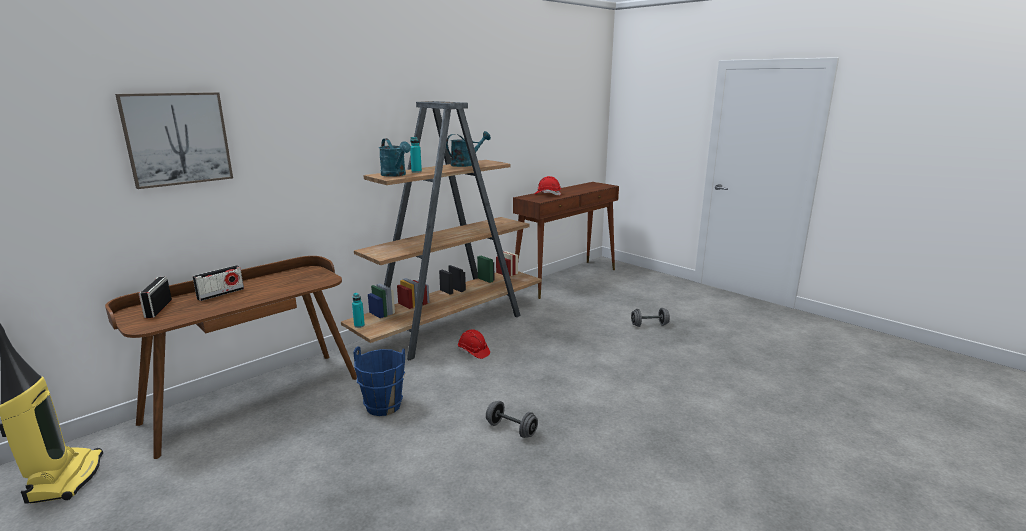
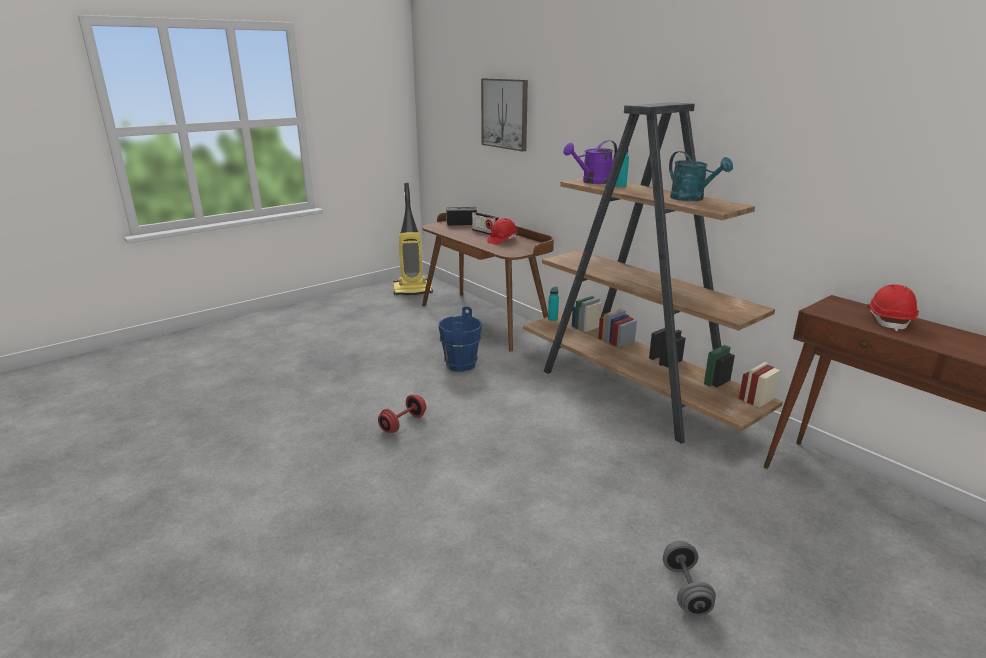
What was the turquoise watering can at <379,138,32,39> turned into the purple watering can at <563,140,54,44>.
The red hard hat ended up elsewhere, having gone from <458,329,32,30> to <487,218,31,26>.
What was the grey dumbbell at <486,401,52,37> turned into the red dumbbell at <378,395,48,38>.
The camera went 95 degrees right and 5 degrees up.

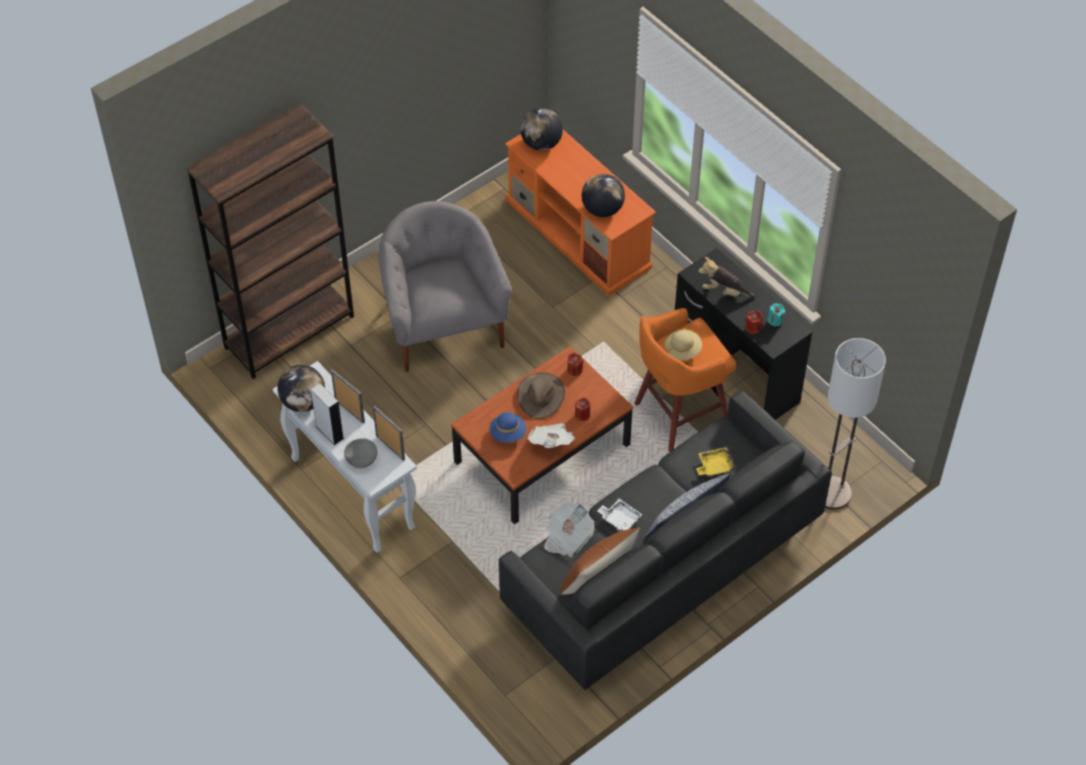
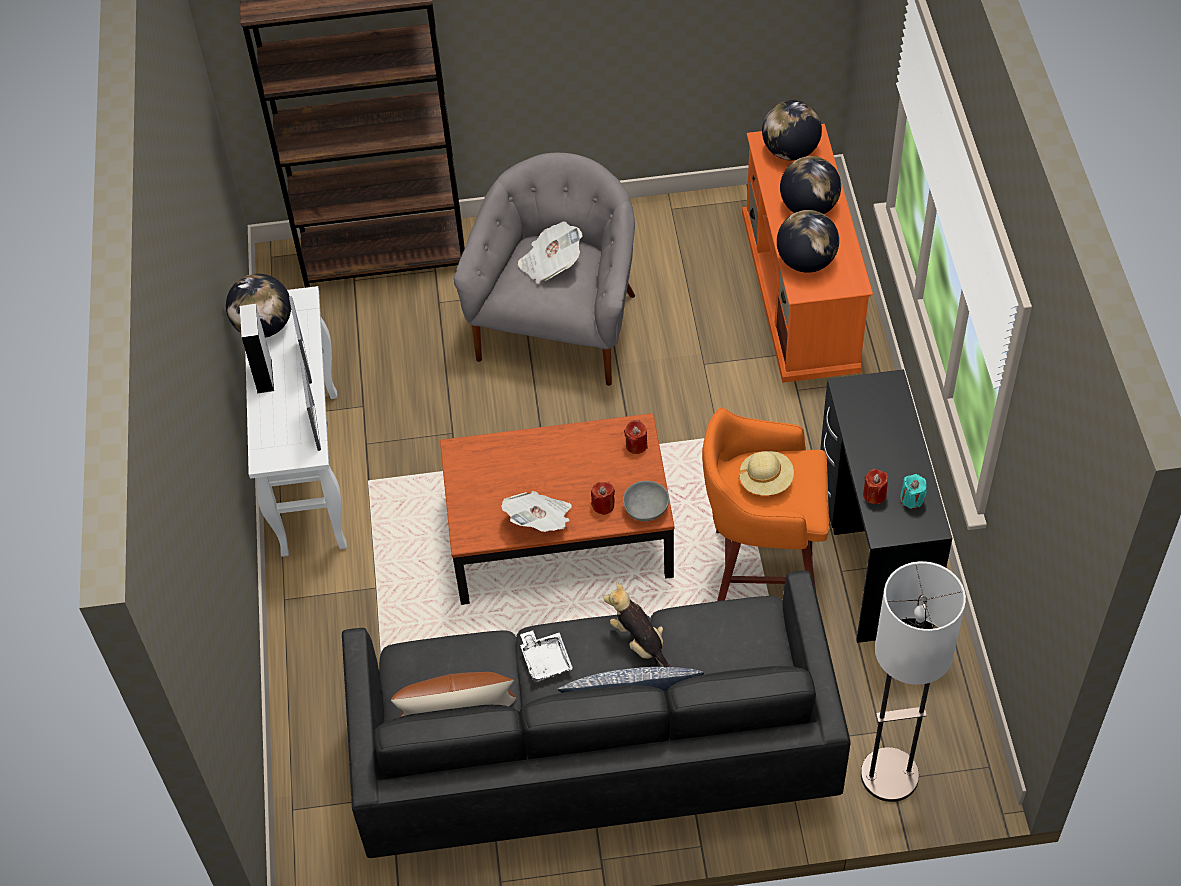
The grey bowl ended up elsewhere, having gone from <344,438,34,31> to <623,481,46,40>.
The second view lost the blue hat at <490,412,36,31>.
The second view lost the brown hat at <517,372,48,47>.
The newspaper ended up elsewhere, having gone from <544,503,51,54> to <518,222,65,62>.
The second view lost the yellow tray at <696,447,39,29>.
The plush toy ended up elsewhere, having gone from <698,257,58,41> to <604,582,69,85>.
The second view gained the globe at <780,156,61,58>.
The camera went 35 degrees right and 0 degrees up.

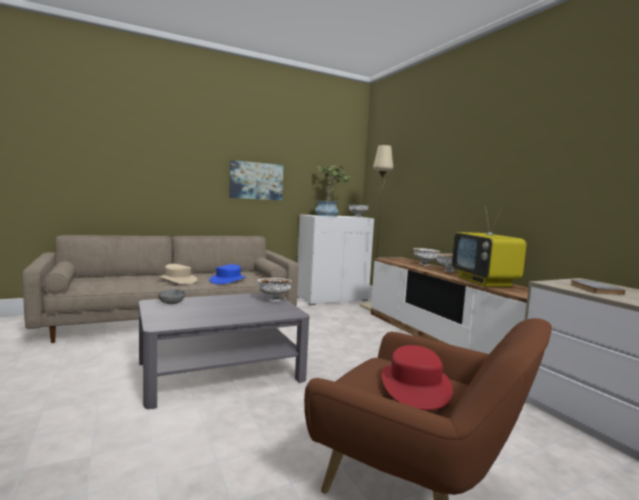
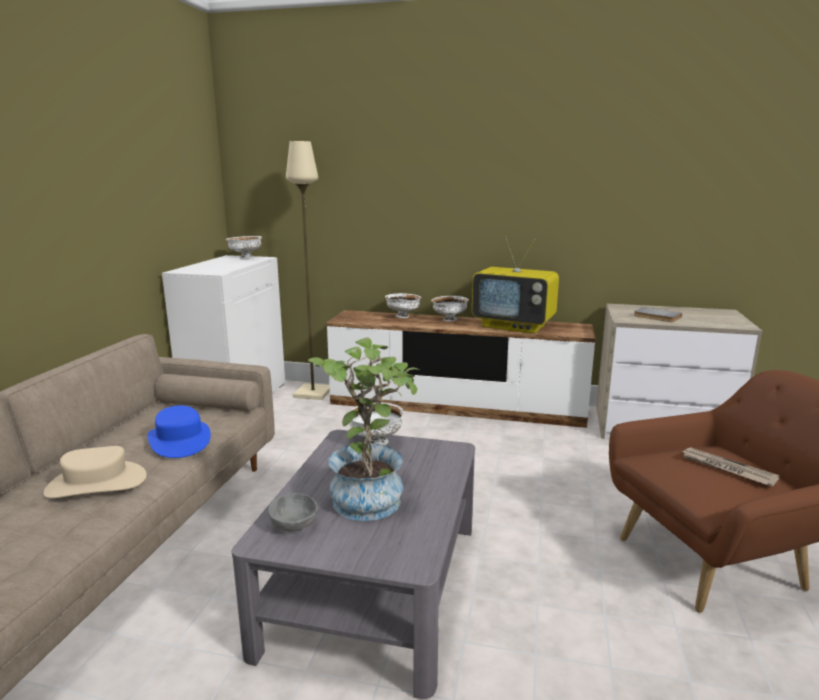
The second view lost the picture at <229,160,55,40>.
The potted plant ended up elsewhere, having gone from <315,165,38,52> to <308,338,113,183>.
Where the red hat stood at <381,345,72,65>, the newspaper came to stand at <681,447,99,39>.
The camera went 50 degrees left and 10 degrees up.

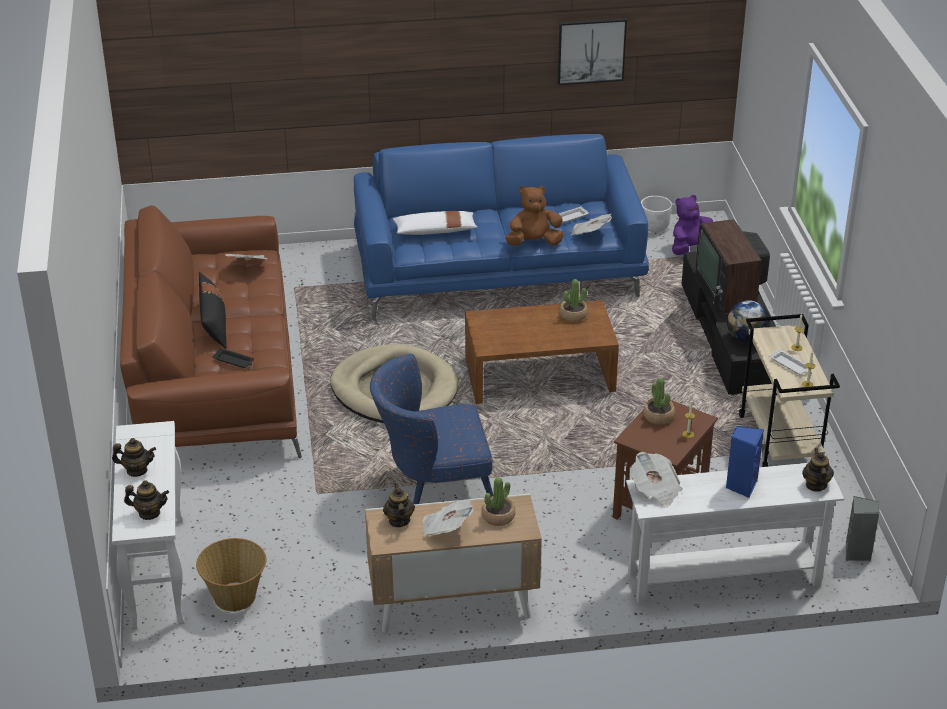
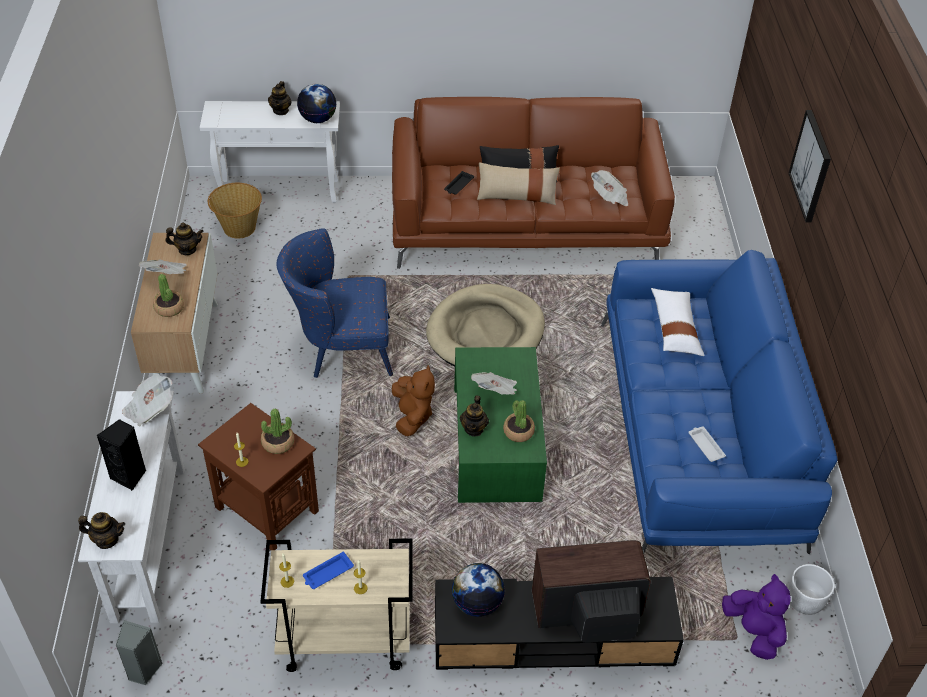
The teapot ended up elsewhere, having gone from <124,480,45,40> to <460,395,29,42>.
The blue armchair at <370,354,124,150> ended up facing another way, 90 degrees counterclockwise from before.
What was the brown coffee table at <465,300,154,104> turned into the green coffee table at <454,347,93,156>.
The brown plush toy ended up elsewhere, having gone from <505,186,59,60> to <392,365,43,71>.
The picture ended up elsewhere, having gone from <558,18,69,67> to <789,110,42,113>.
The newspaper ended up elsewhere, having gone from <571,214,41,21> to <471,372,46,23>.
What was the blue speaker at <726,426,38,72> turned into the black speaker at <97,419,49,72>.
What was the white tray at <770,349,38,26> turned into the blue tray at <303,552,51,37>.
The second view gained the globe at <297,84,39,39>.
The second view gained the beige pillow at <477,162,83,43>.
The camera went 95 degrees right and 10 degrees up.

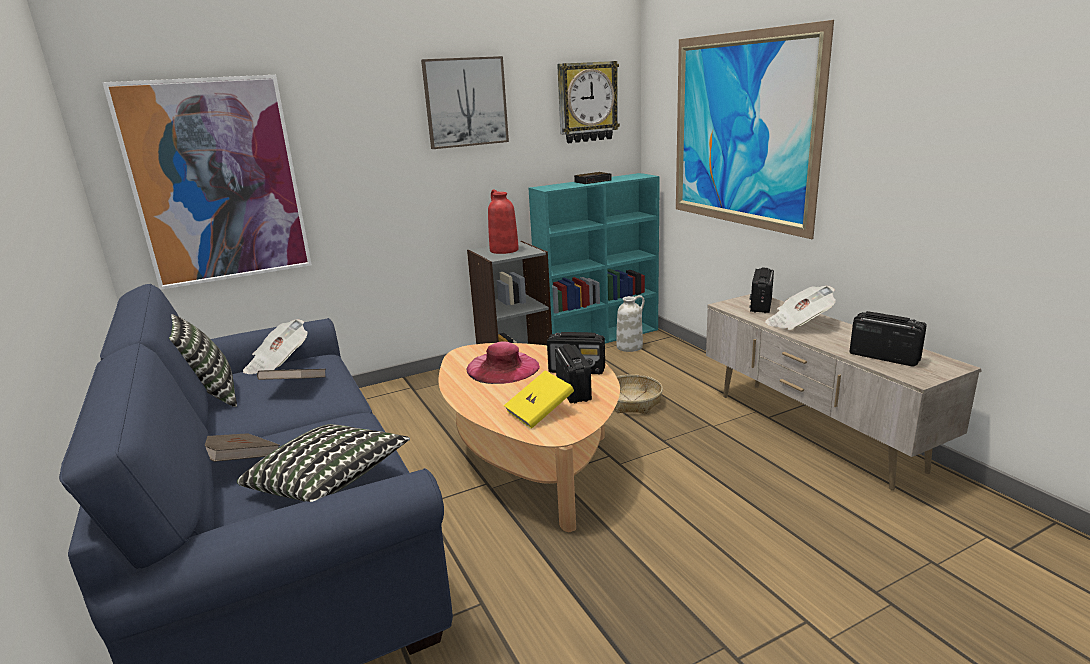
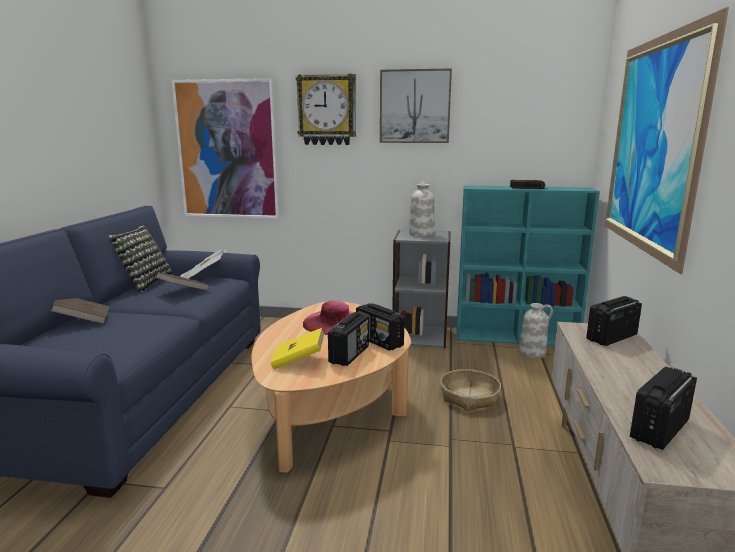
The second view lost the pillow at <237,424,173,78>.
What was the red vase at <488,189,31,65> turned into the white vase at <409,181,26,56>.
The wall clock ended up elsewhere, having gone from <557,61,63,82> to <296,74,60,71>.
The second view lost the newspaper at <765,286,71,44>.
The radio at <850,311,77,56> ended up facing another way, 120 degrees counterclockwise from before.
The camera went 35 degrees right and 5 degrees down.

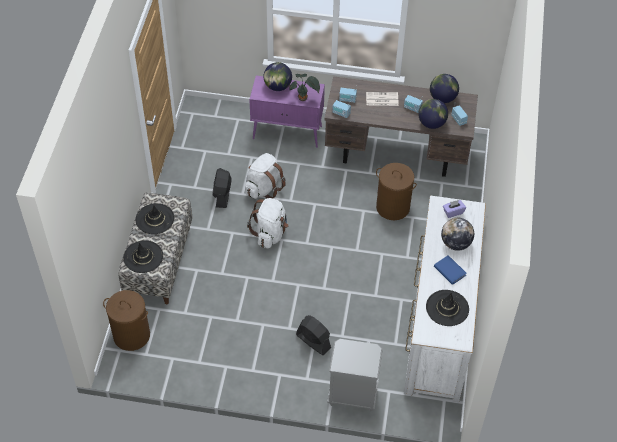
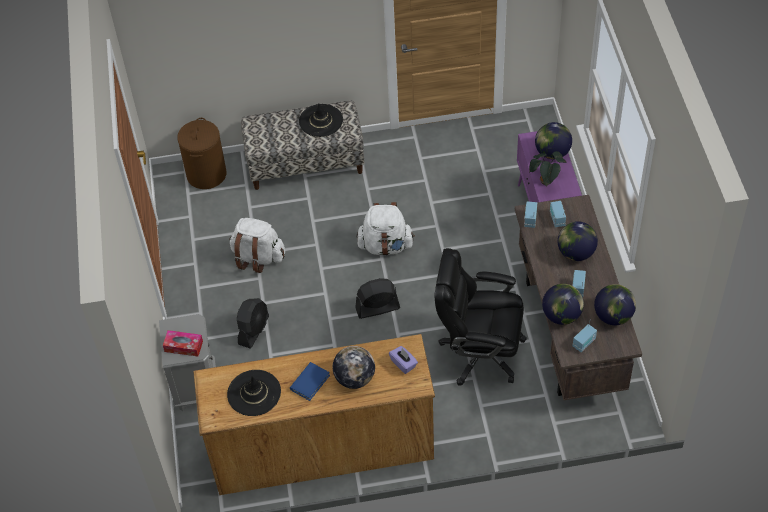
The second view lost the black hat at <123,240,40,33>.
The black fan ended up elsewhere, having gone from <212,168,20,40> to <355,278,45,41>.
The white backpack ended up elsewhere, having gone from <245,153,41,46> to <229,218,56,55>.
Where the newspaper stood at <366,92,33,14>, the globe came to stand at <558,221,40,40>.
Where the brown laundry basket stood at <376,163,41,57>, the black office chair came to stand at <434,248,93,138>.
What was the white dresser at <404,196,82,206> turned into the brown dresser at <193,334,242,161>.
The second view gained the tissue box at <163,330,40,26>.
The camera went 75 degrees right and 0 degrees up.

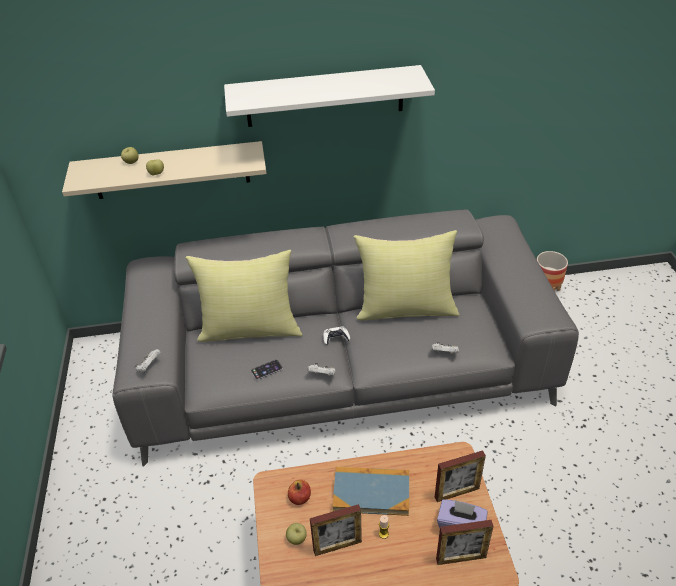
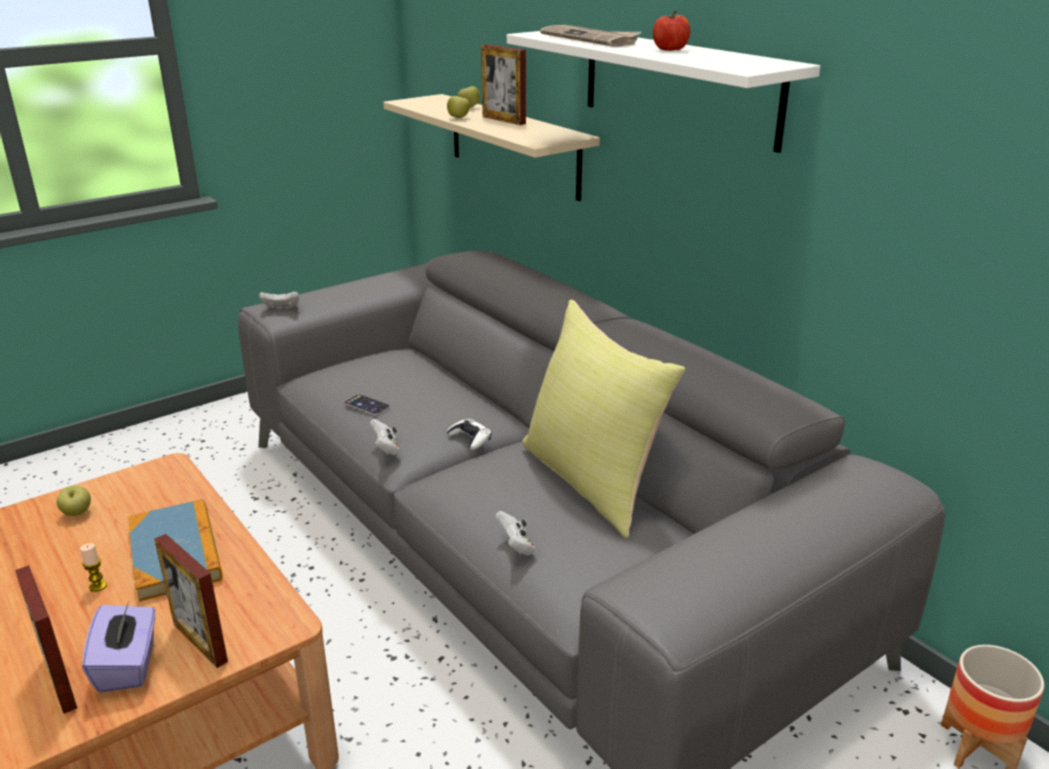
The second view lost the yellow pillow at <185,250,117,92>.
The apple ended up elsewhere, having gone from <288,480,23,25> to <653,11,37,40>.
The picture frame ended up elsewhere, having gone from <310,504,52,52> to <481,44,45,81>.
The second view gained the newspaper at <540,25,102,22>.
The camera went 60 degrees right and 15 degrees down.

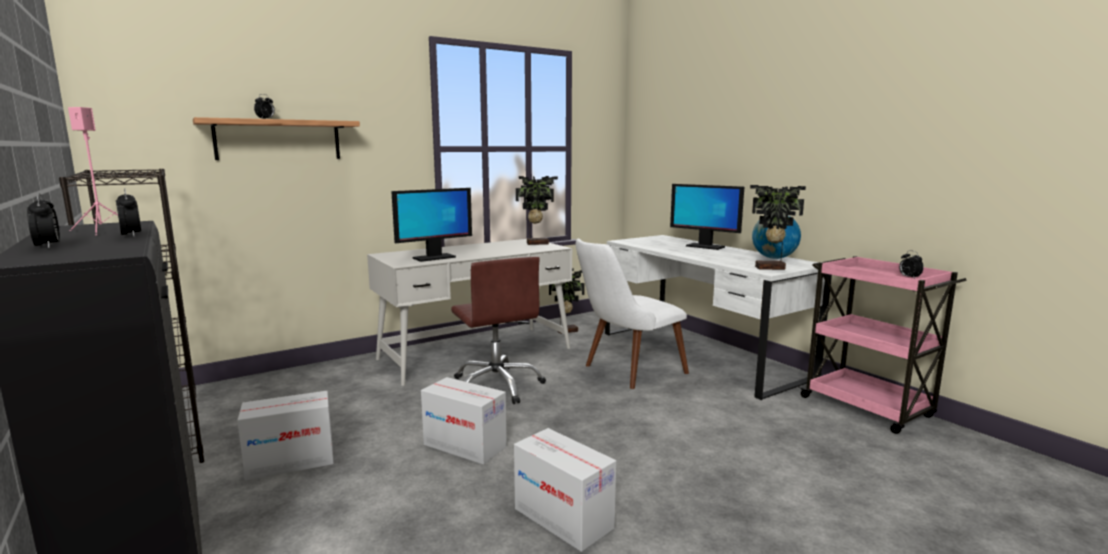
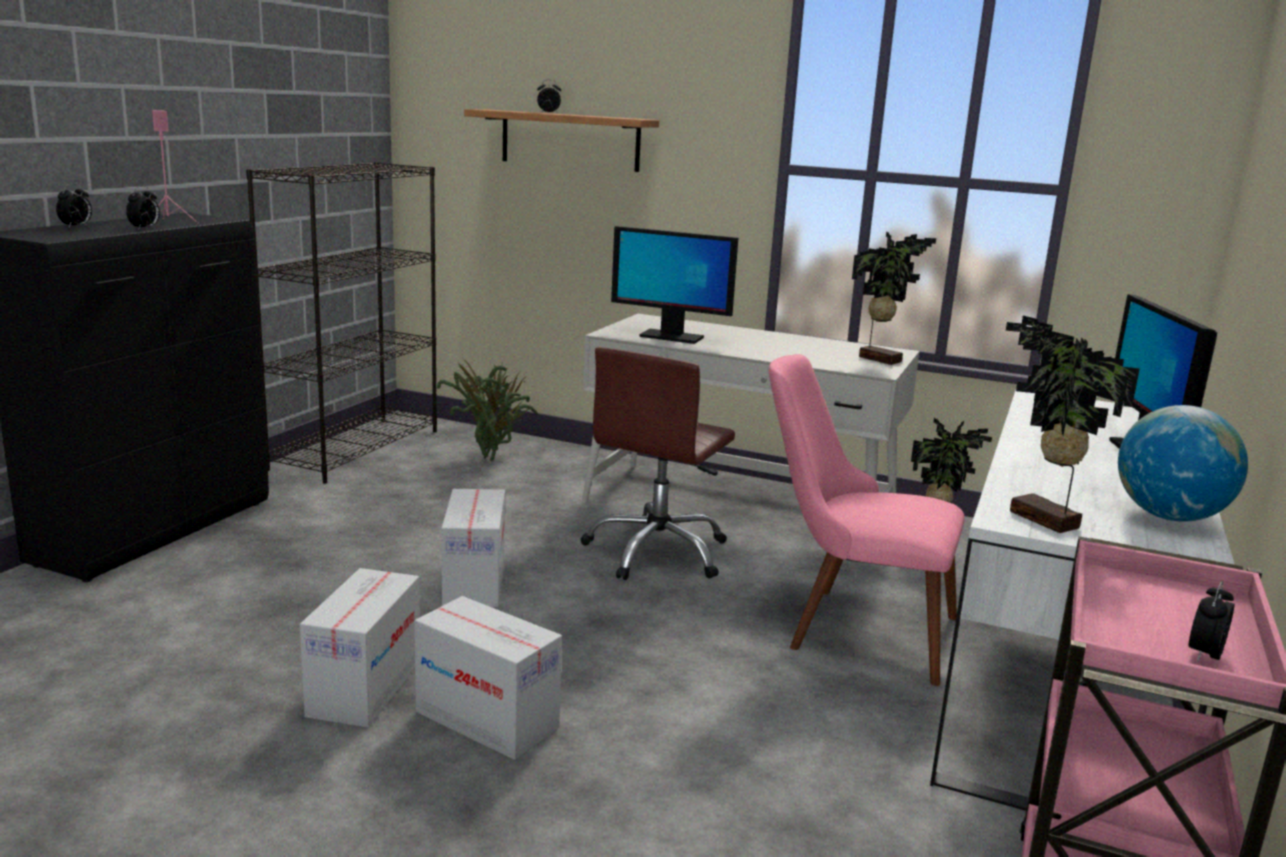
The cardboard box ended up elsewhere, having gone from <237,391,97,90> to <414,596,148,164>.
What was the white chair at <576,238,113,151> turned into the pink chair at <769,354,196,332>.
The second view gained the potted plant at <437,358,101,103>.
The camera went 55 degrees right and 5 degrees up.

